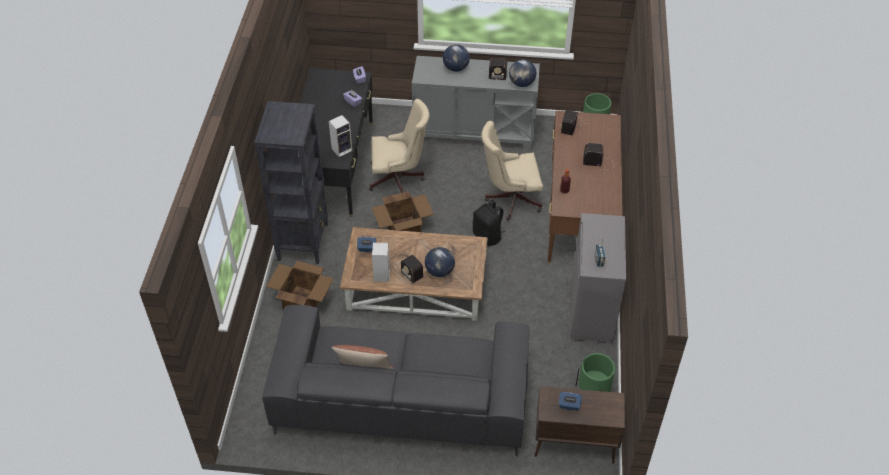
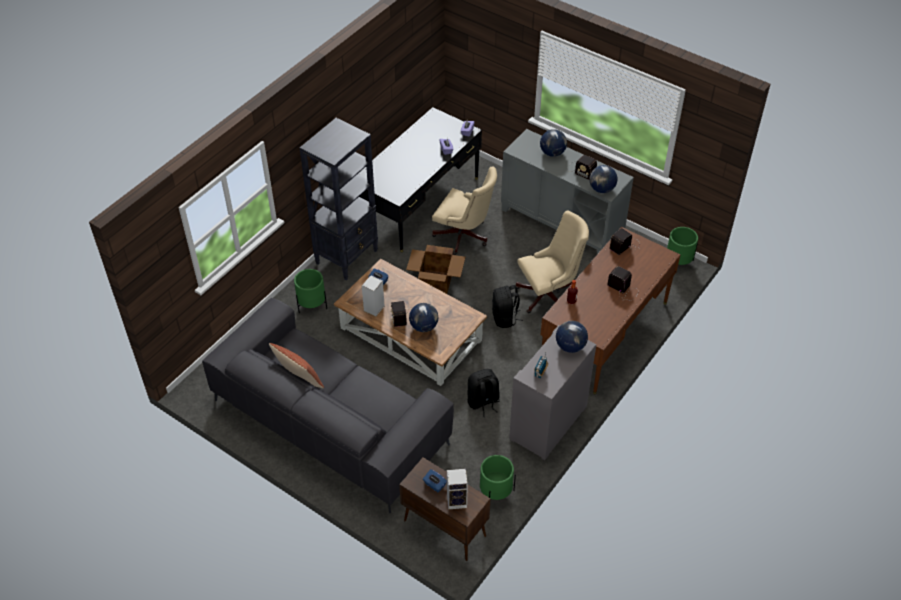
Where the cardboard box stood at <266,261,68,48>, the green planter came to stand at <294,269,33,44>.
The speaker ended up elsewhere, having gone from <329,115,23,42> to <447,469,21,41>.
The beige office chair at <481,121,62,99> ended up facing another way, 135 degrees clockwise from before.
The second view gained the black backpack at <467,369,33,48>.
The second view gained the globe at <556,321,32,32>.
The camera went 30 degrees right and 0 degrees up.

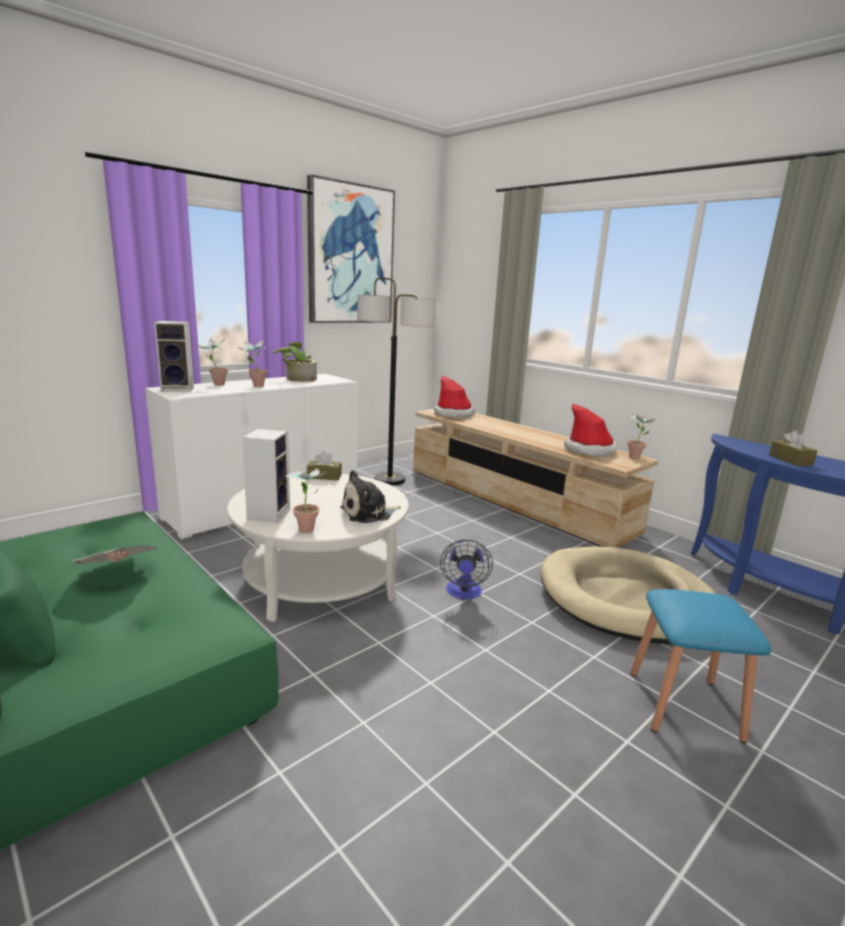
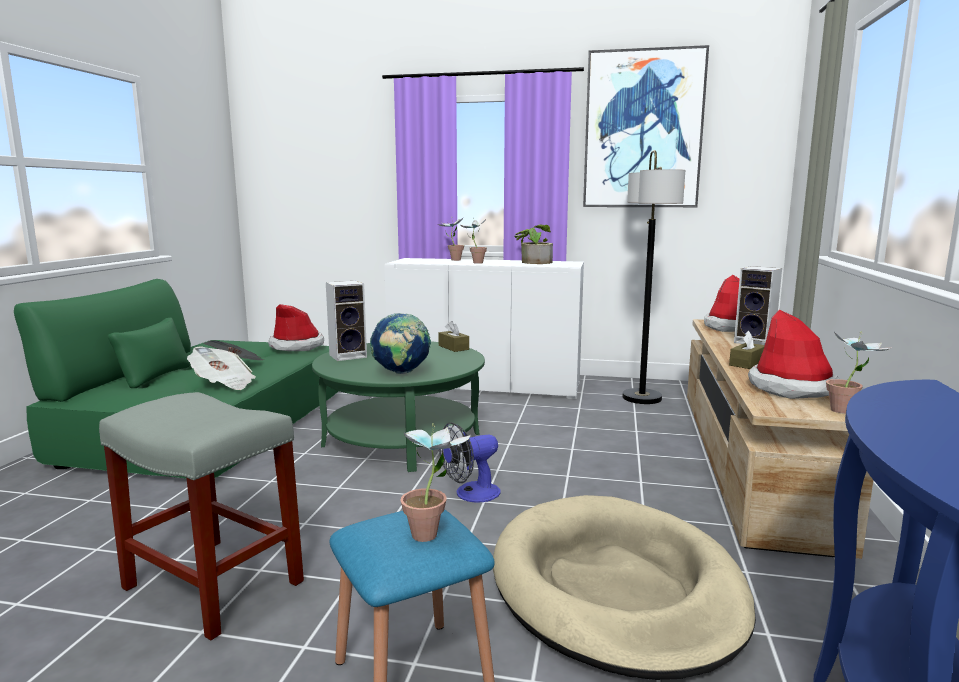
The speaker ended up elsewhere, having gone from <154,321,40,71> to <734,266,48,79>.
What was the white coffee table at <227,474,182,148> turned into the green coffee table at <312,341,173,131>.
The potted plant ended up elsewhere, having gone from <285,465,41,68> to <400,423,71,119>.
Where the plush toy stood at <340,470,61,53>, the globe came to stand at <370,313,61,61>.
The brown tissue box ended up elsewhere, having gone from <769,430,49,36> to <729,331,36,38>.
The second view gained the grey stool at <99,392,205,248>.
The second view gained the newspaper at <187,347,69,43>.
The second view gained the hat at <268,304,56,47>.
The camera went 55 degrees right and 5 degrees down.

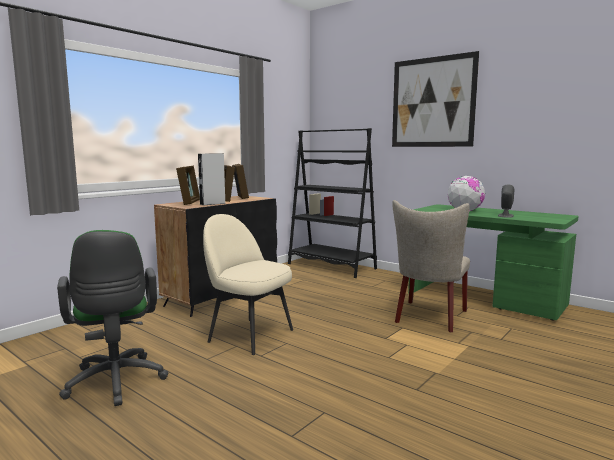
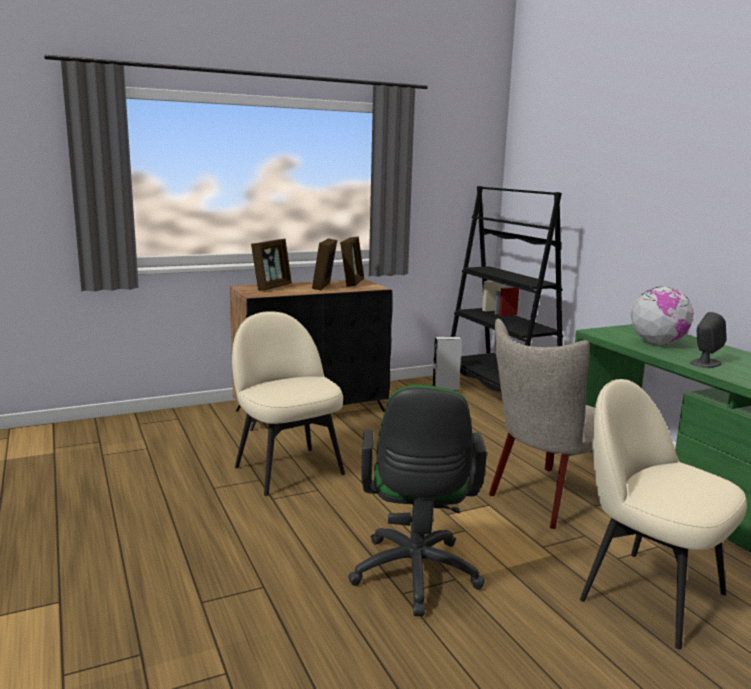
The green office chair ended up elsewhere, having gone from <57,230,111,176> to <348,385,139,231>.
The grey speaker ended up elsewhere, having gone from <198,154,27,51> to <433,337,29,54>.
The second view lost the picture at <392,51,87,96>.
The second view gained the beige chair at <580,379,167,270>.
The camera went 25 degrees right and 5 degrees up.

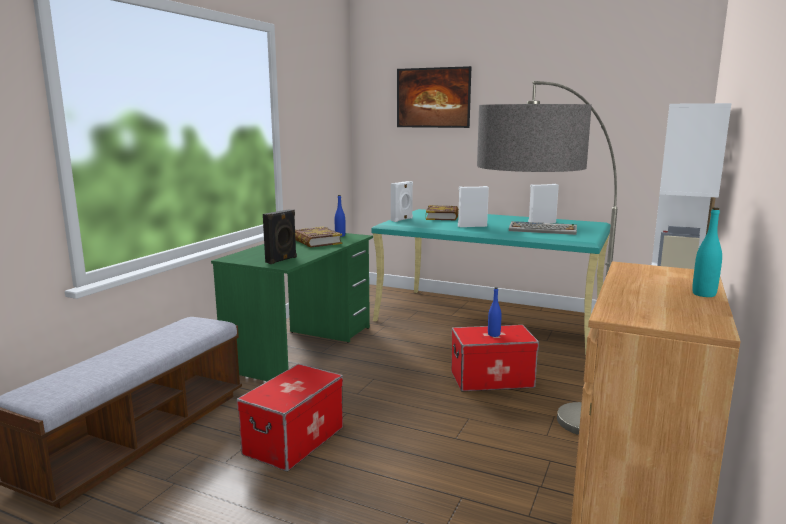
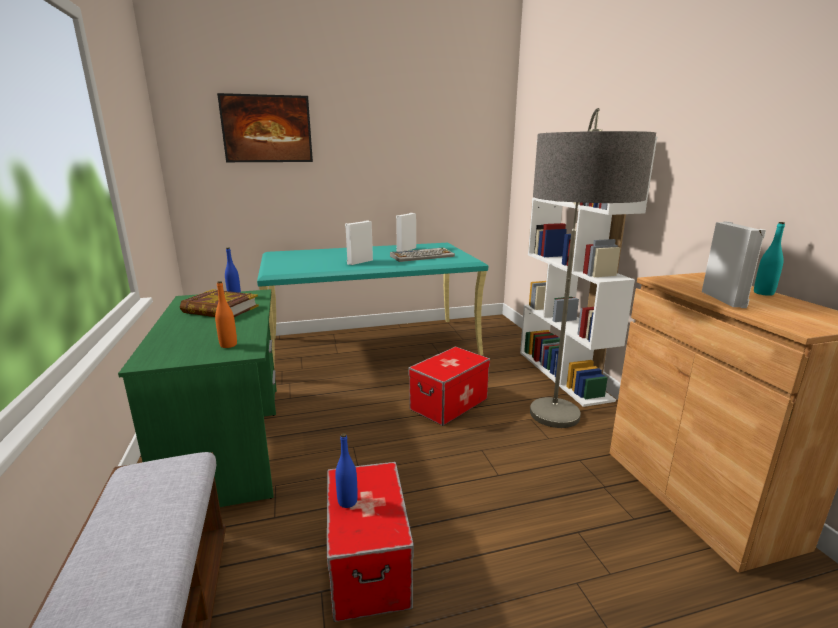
Where the black speaker stood at <263,209,34,55>, the orange bottle came to stand at <215,281,22,67>.
The white speaker ended up elsewhere, having gone from <391,181,22,41> to <702,222,64,86>.
The second view lost the book at <426,205,33,15>.
The blue bottle ended up elsewhere, having gone from <488,287,14,50> to <335,433,23,75>.
The camera went 40 degrees left and 5 degrees up.

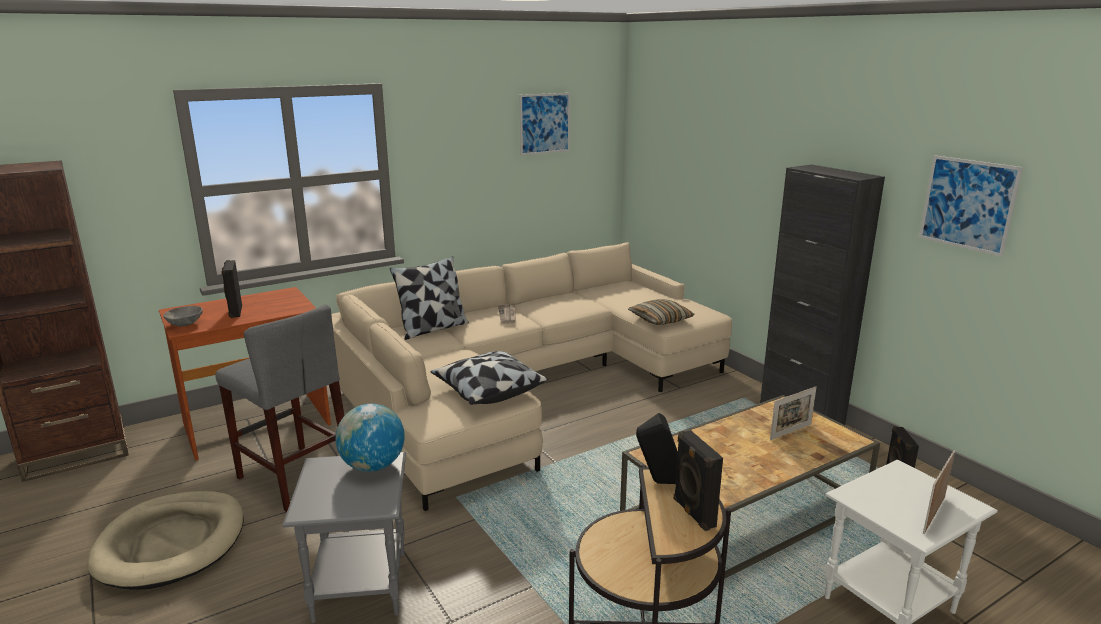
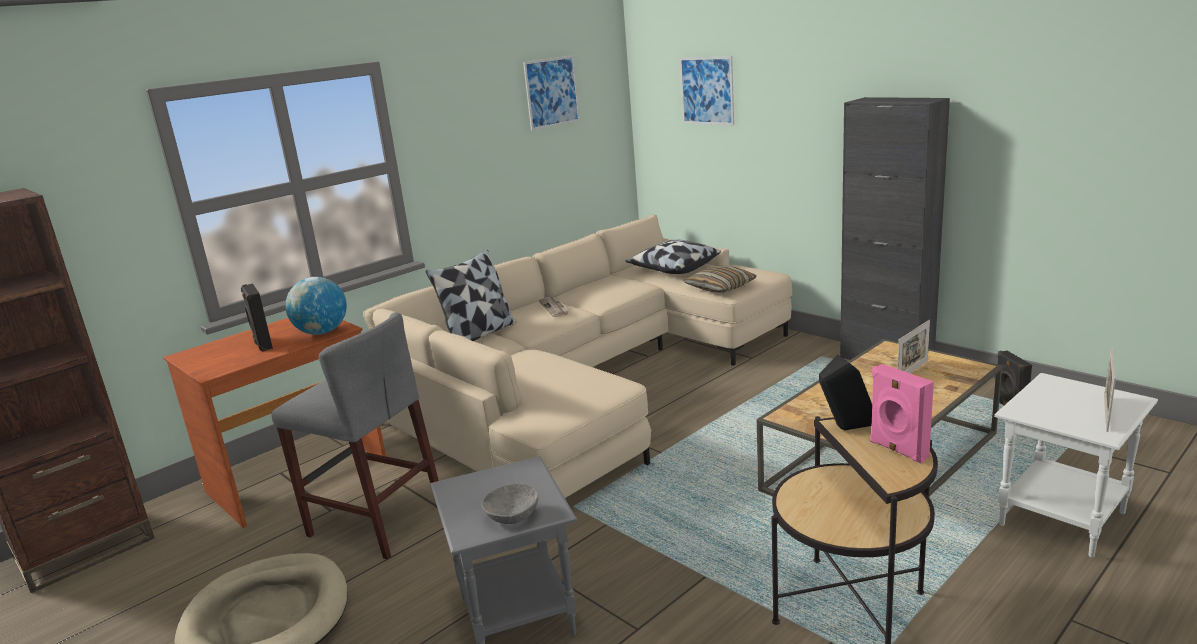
The grey bowl ended up elsewhere, having gone from <163,306,40,21> to <481,483,57,41>.
The globe ended up elsewhere, having gone from <335,404,70,68> to <285,277,62,58>.
The pillow ended up elsewhere, having gone from <431,351,117,54> to <625,239,96,35>.
What was the black speaker at <674,430,49,101> turned into the pink speaker at <870,364,64,99>.
The picture ended up elsewhere, having gone from <919,155,104,102> to <680,56,54,69>.
The camera went 10 degrees left and 0 degrees up.

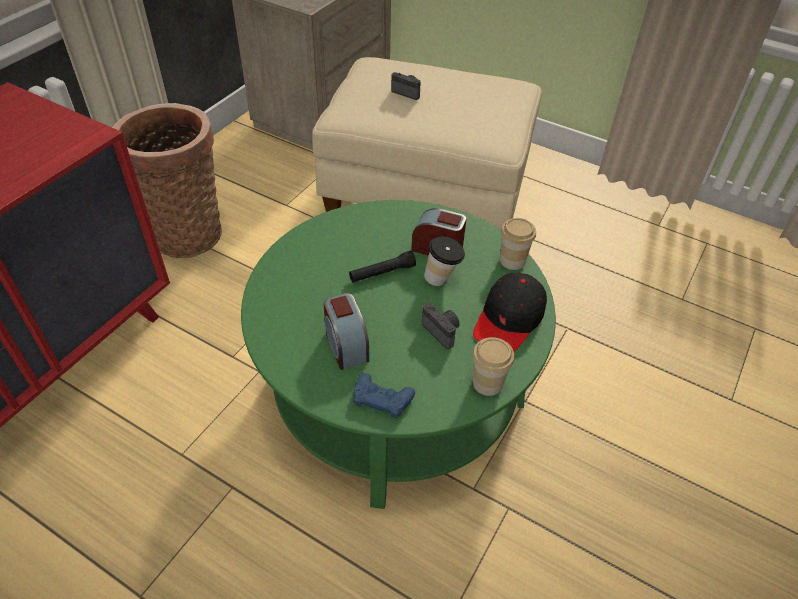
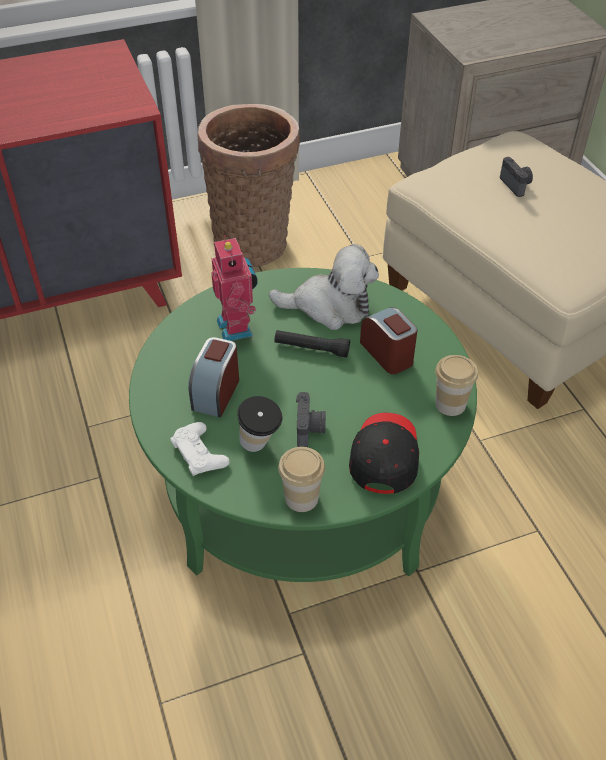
What was the blue game controller at <353,373,62,45> turned into the white game controller at <170,422,59,54>.
The cup ended up elsewhere, having gone from <424,237,41,49> to <237,396,45,56>.
The black cap at <473,273,74,79> ended up facing another way, 120 degrees clockwise from before.
The second view gained the toy robot at <211,235,47,106>.
The second view gained the plush toy at <269,244,110,86>.
The camera went 40 degrees right and 0 degrees up.

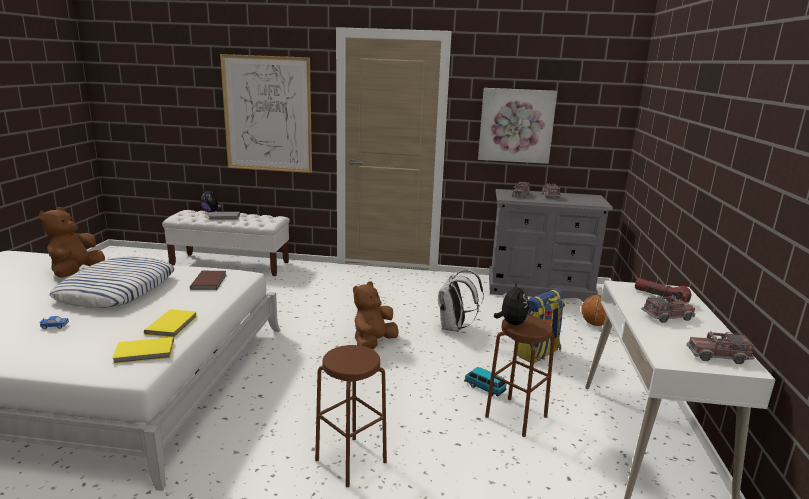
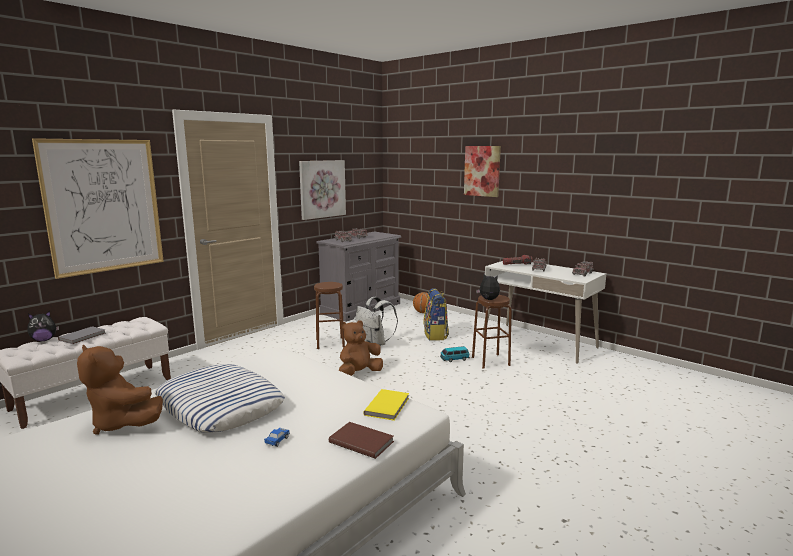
The second view lost the yellow book at <144,309,53,28>.
The brown book ended up elsewhere, having gone from <190,271,36,19> to <329,422,65,37>.
The brown stool ended up elsewhere, having gone from <315,345,72,142> to <314,282,31,67>.
The brown plush toy at <353,281,46,68> ended up facing another way, 75 degrees clockwise from before.
The second view gained the picture at <464,146,37,51>.
The camera went 55 degrees left and 5 degrees down.

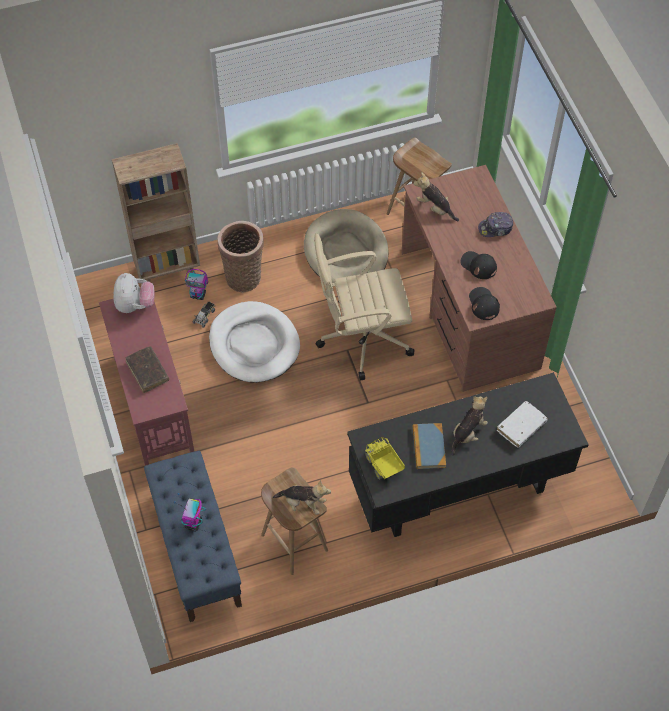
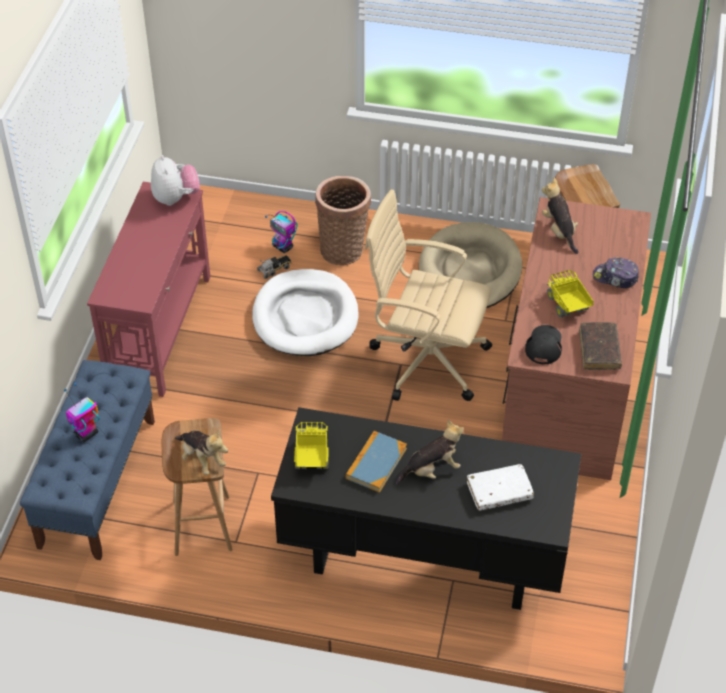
The second view lost the brown bookcase at <112,143,88,139>.
The plush toy at <114,273,41,40> ended up facing another way, 45 degrees counterclockwise from before.
The brown book ended up elsewhere, having gone from <126,346,43,47> to <579,322,43,48>.
Where the black cap stood at <461,251,36,28>, the toy truck came to stand at <547,270,46,48>.
The camera went 30 degrees right and 10 degrees down.

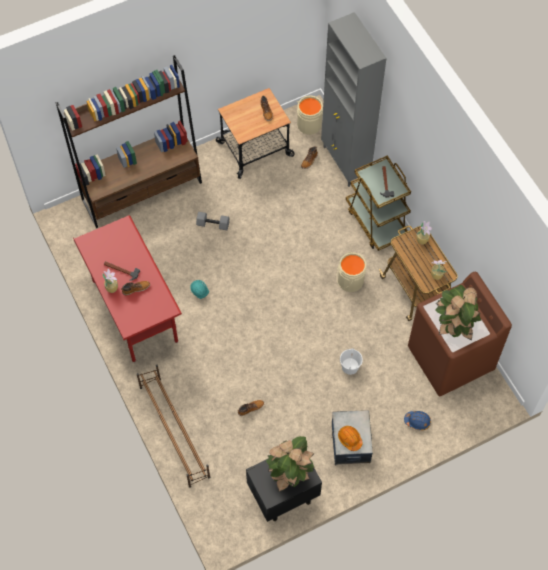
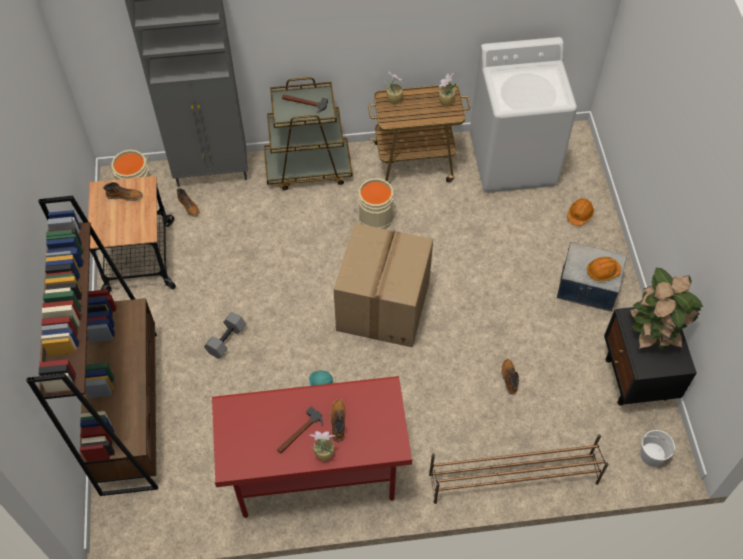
The white bucket ended up elsewhere, having gone from <340,348,23,27> to <640,430,35,37>.
What was the blue hard hat at <404,411,27,19> turned into the orange hard hat at <567,198,27,28>.
What was the brown washing machine at <408,271,104,125> turned into the white washing machine at <470,37,107,156>.
The second view lost the potted plant at <435,285,46,56>.
The second view gained the cardboard box at <334,223,99,125>.
The camera went 70 degrees left and 5 degrees down.

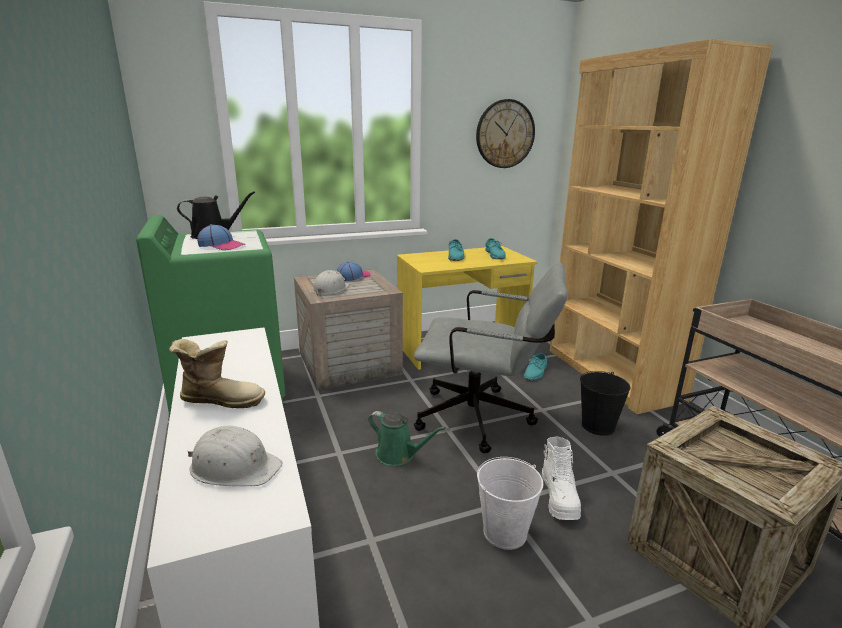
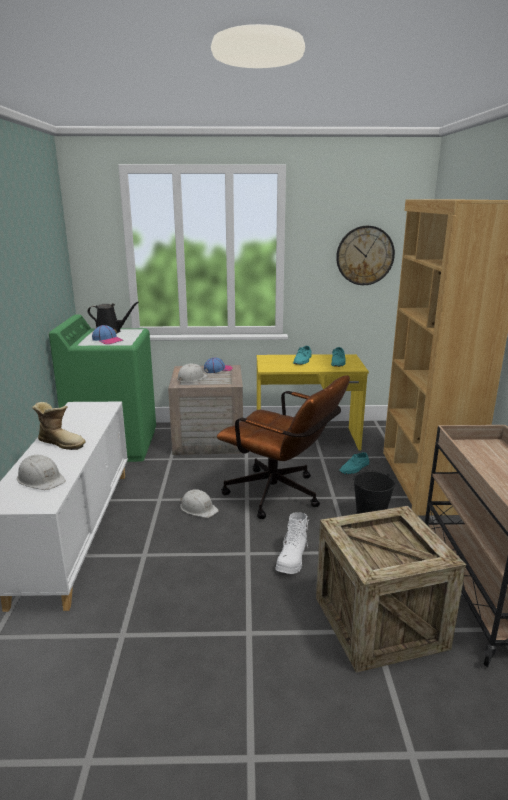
Where the green watering can stood at <368,411,78,55>, the white hard hat came to stand at <180,489,39,29>.
What was the grey office chair at <414,263,153,190> turned into the brown office chair at <217,375,133,144>.
The second view lost the white bucket at <477,457,66,93>.
The camera went 20 degrees right and 0 degrees up.

